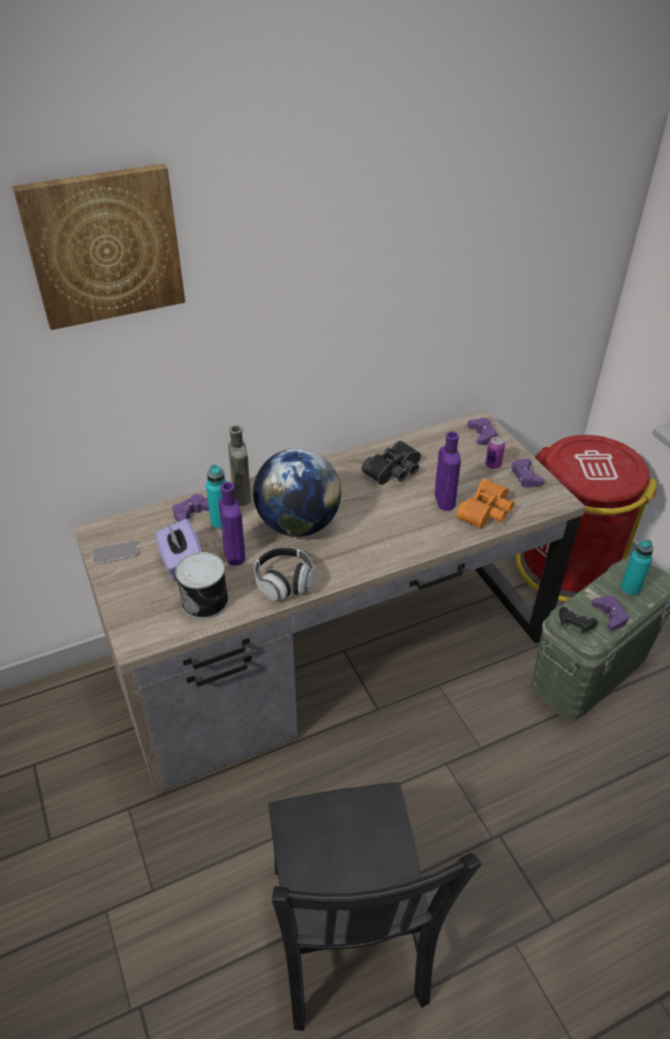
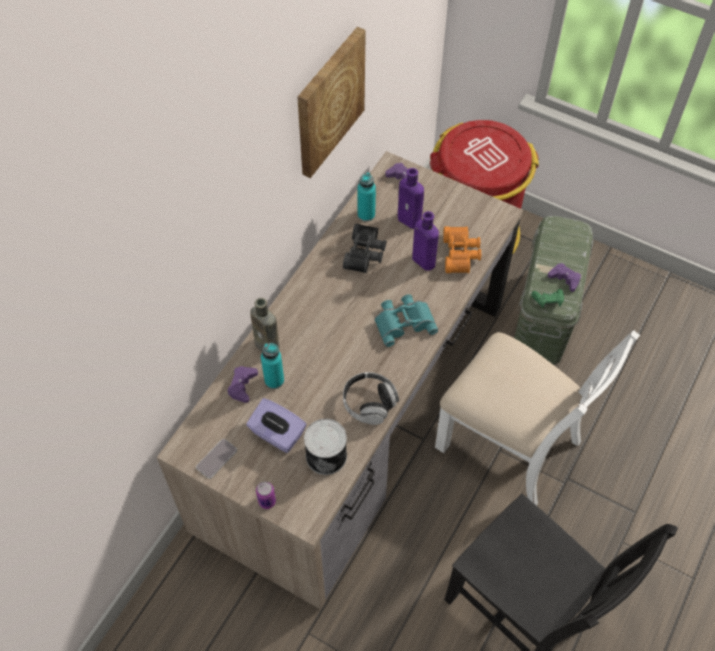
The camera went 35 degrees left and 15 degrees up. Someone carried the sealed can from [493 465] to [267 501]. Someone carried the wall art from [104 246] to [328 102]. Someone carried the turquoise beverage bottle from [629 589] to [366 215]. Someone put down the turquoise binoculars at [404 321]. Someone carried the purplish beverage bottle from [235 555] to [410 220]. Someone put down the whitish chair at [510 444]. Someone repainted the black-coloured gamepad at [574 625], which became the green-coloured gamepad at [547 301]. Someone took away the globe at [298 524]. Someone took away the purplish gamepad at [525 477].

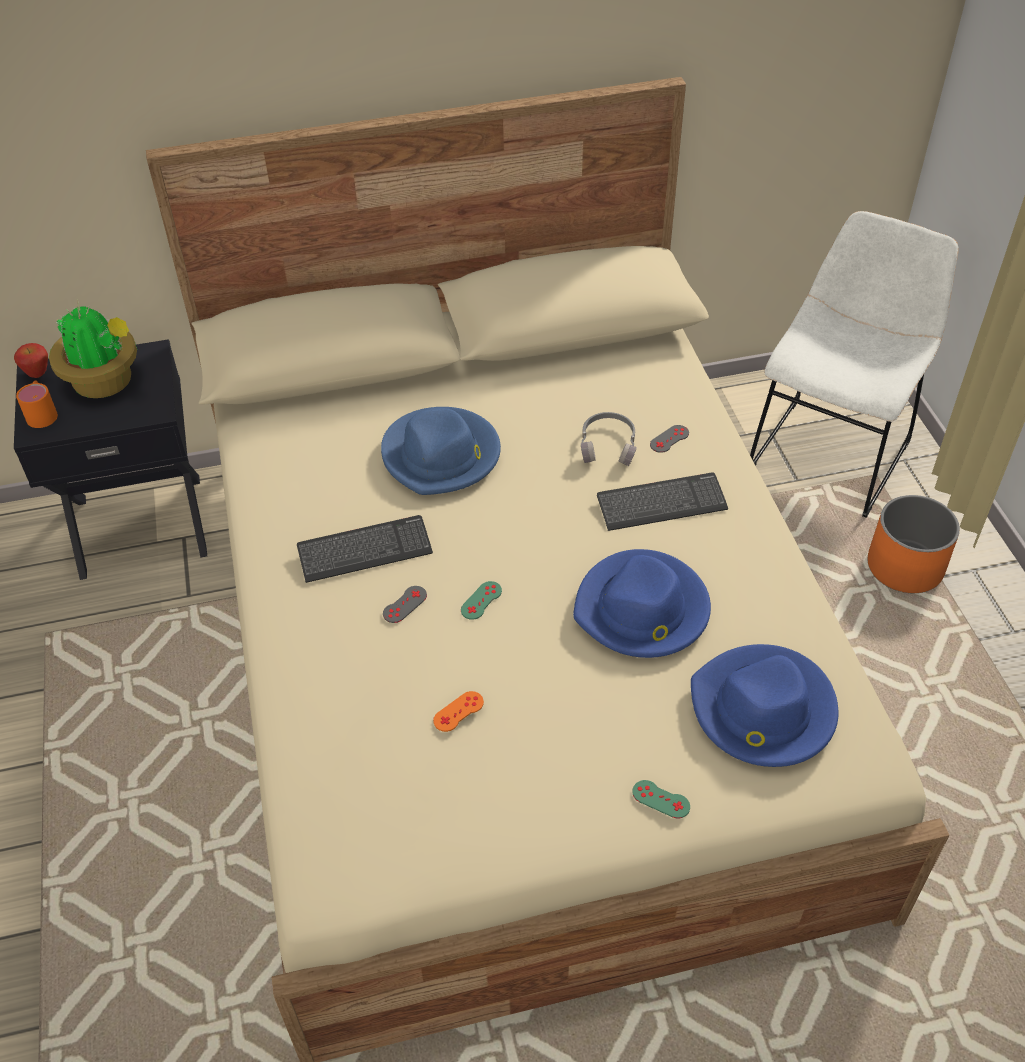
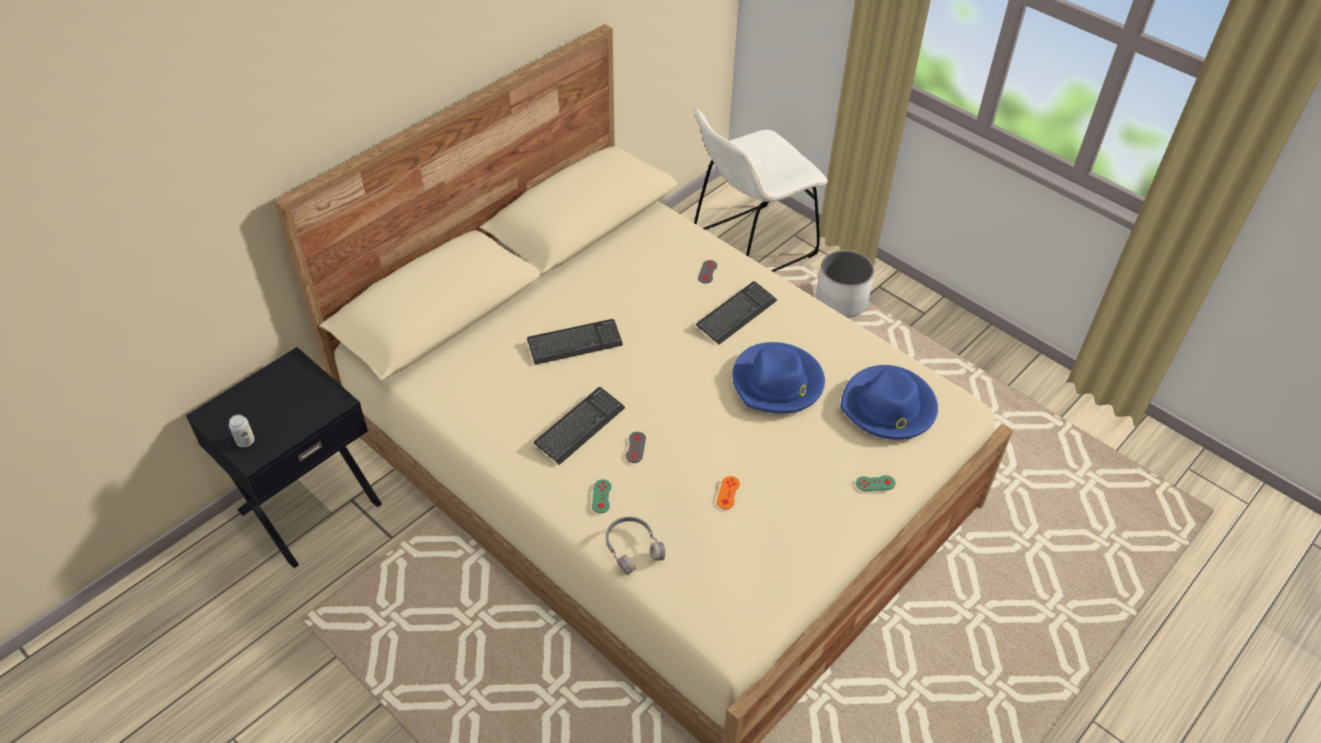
The camera went 35 degrees left and 0 degrees up. Someone swapped the orange-coloured mug at [42 412] for the sealed can at [245 441]. Someone swapped the bluish wearable hat at [442 455] for the PC keyboard at [574 343]. Someone carried the green-coloured gamepad from [481 600] to [601 496]. Someone carried the grey headphones from [608 445] to [633 547]. Someone rotated the whitish chair at [832 450] by 120 degrees counterclockwise. Someone repainted the orange-coloured planter at [905 567], which became the whitish planter at [841 301]. Someone took away the apple fruit at [38 374]. Someone took away the plant in a pot at [105 382].

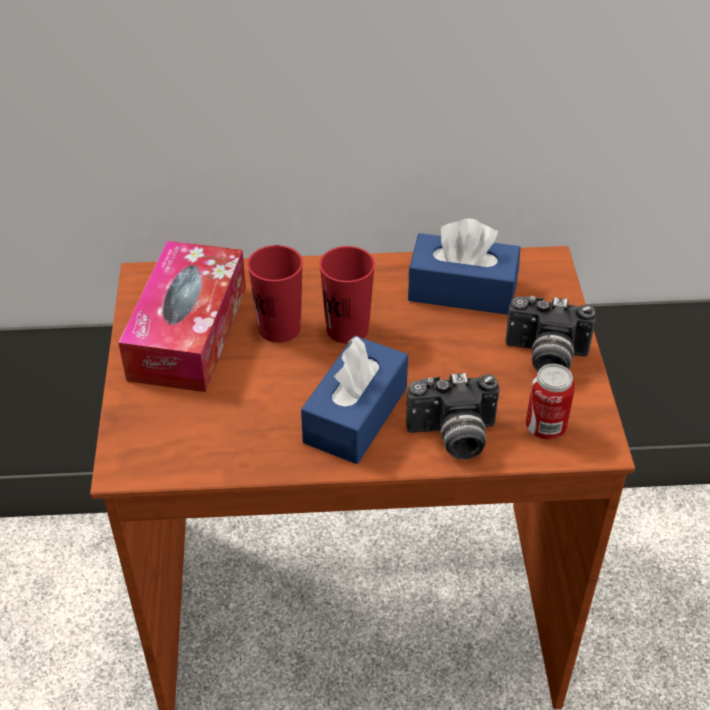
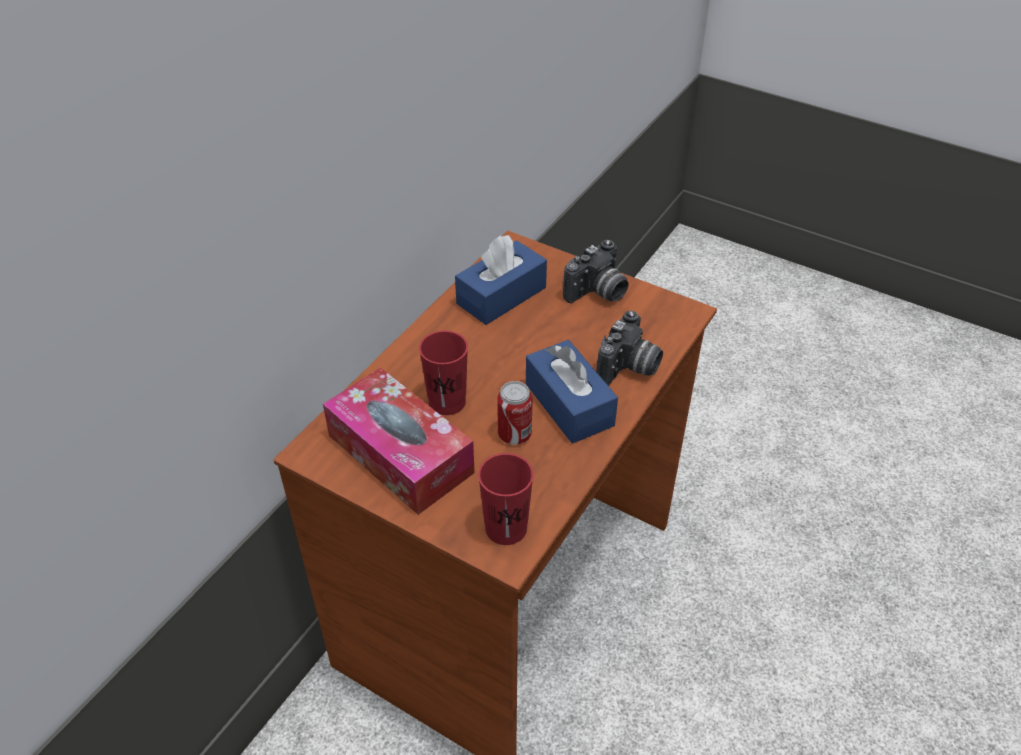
The camera went 55 degrees left and 0 degrees up. Someone carried the red-coloured drinking cup from [347 329] to [506 528]. Someone carried the sealed can from [545 428] to [514 435].

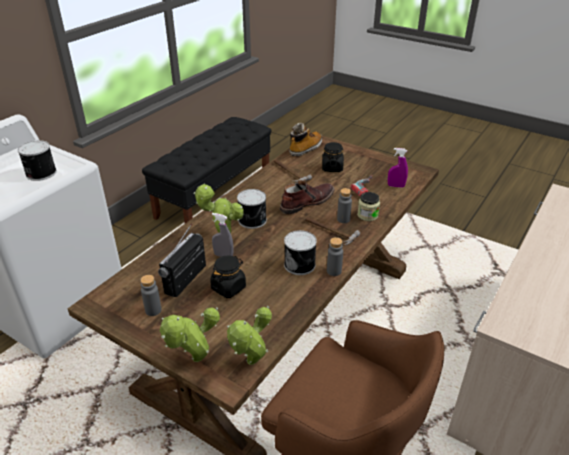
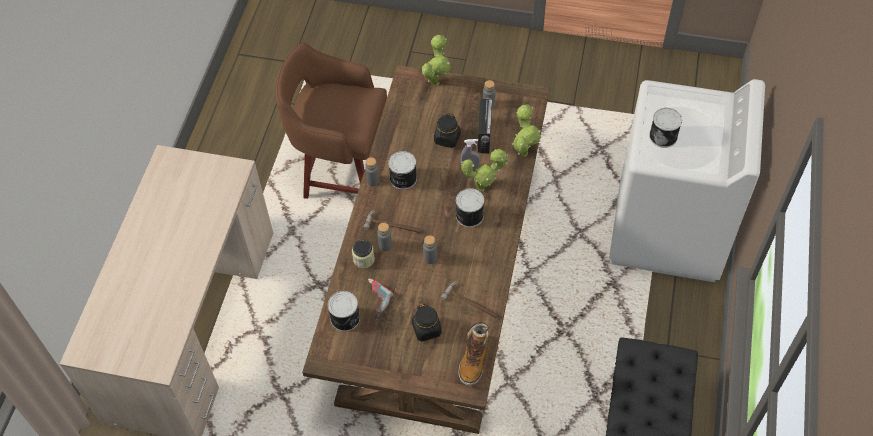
The camera went 160 degrees right and 20 degrees up. Someone swapped the purplish hand sprayer at [396 186] for the sealed can at [346 318]. Someone swapped the brown-coloured tall boot at [306 202] for the grey beverage bottle at [430 258]. Someone carried the plant in a pot from [250 364] to [523 151].

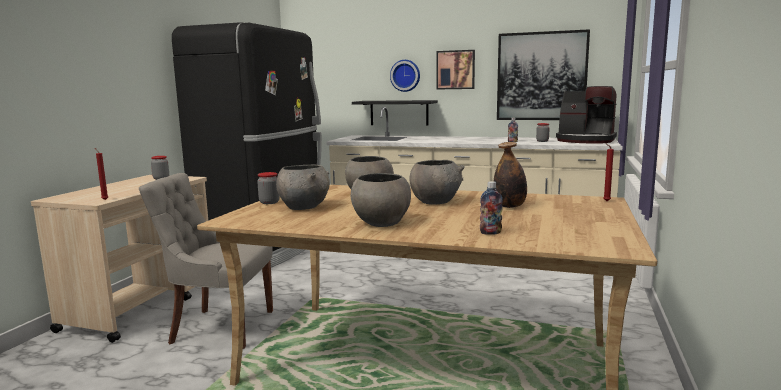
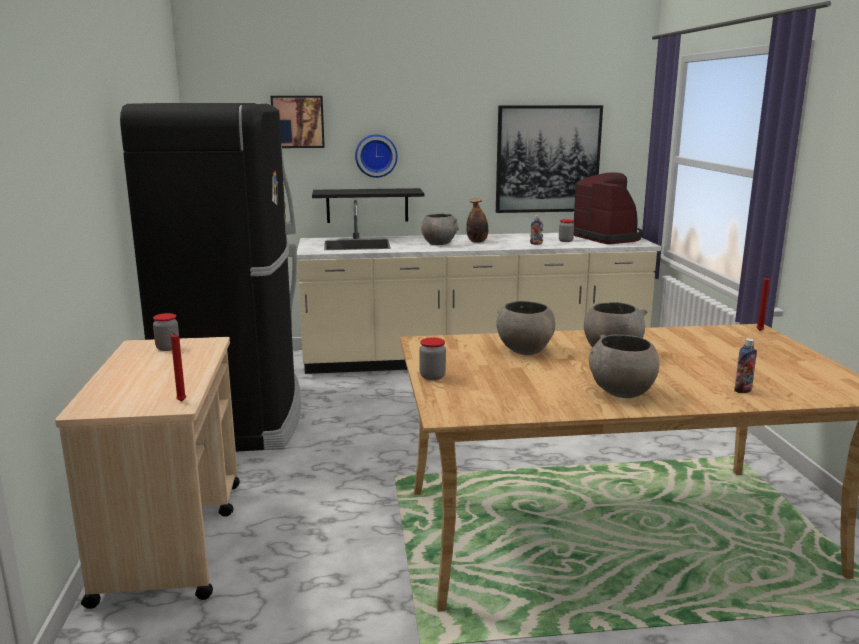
The camera went 25 degrees left and 5 degrees up. Someone carried the wall art from [455 70] to [298 121]. Someone carried the grey serving bowl from [304 207] to [439 243]. Someone carried the beverage bottle from [510 206] to [477 242]. Someone rotated the coffee maker at [585 140] by 120 degrees counterclockwise. Someone took away the grey chair at [220 327].

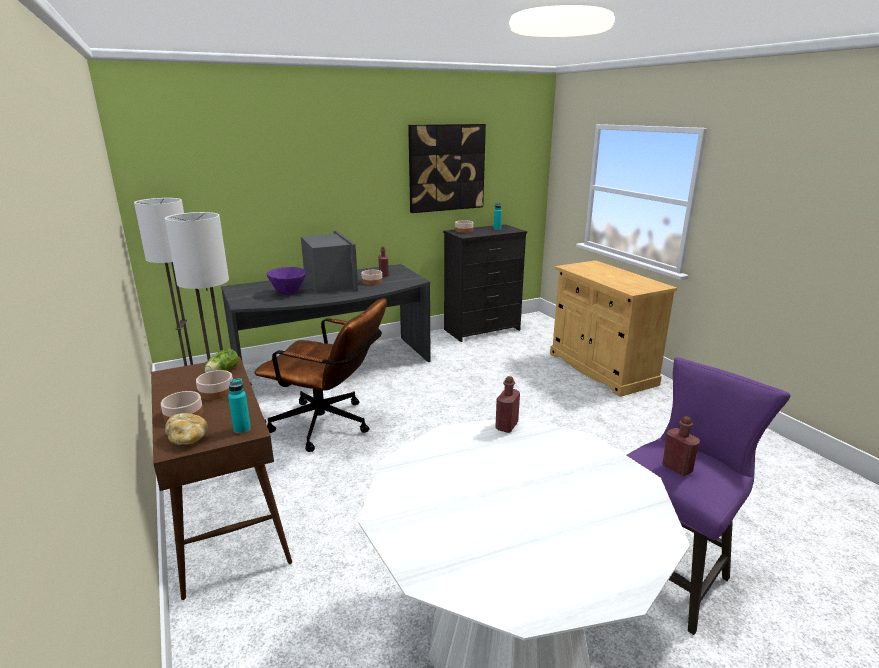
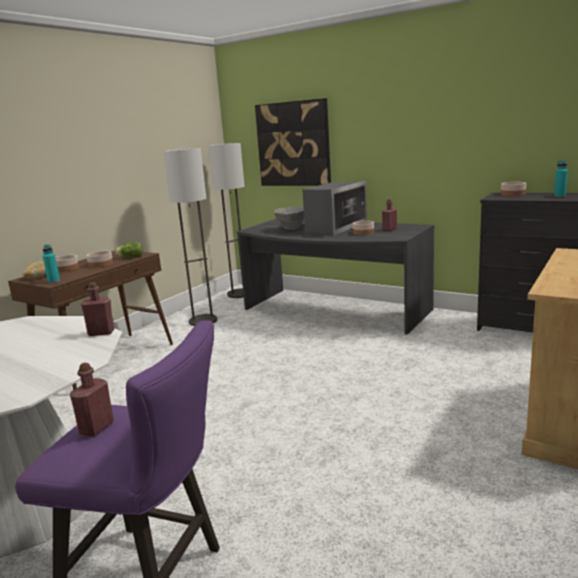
The camera went 60 degrees right and 5 degrees down. Someone carried the wall art from [446 168] to [293 144]. Someone repainted the purplish serving bowl at [288 293], which became the grey serving bowl at [291 228]. Someone took away the brown-coloured office chair at [329 426].

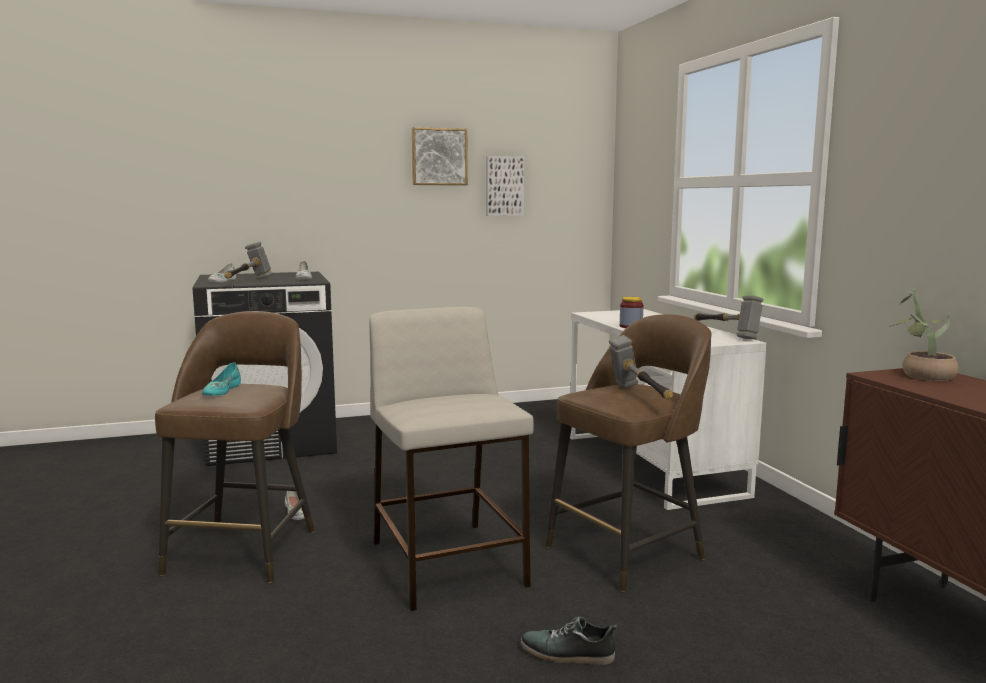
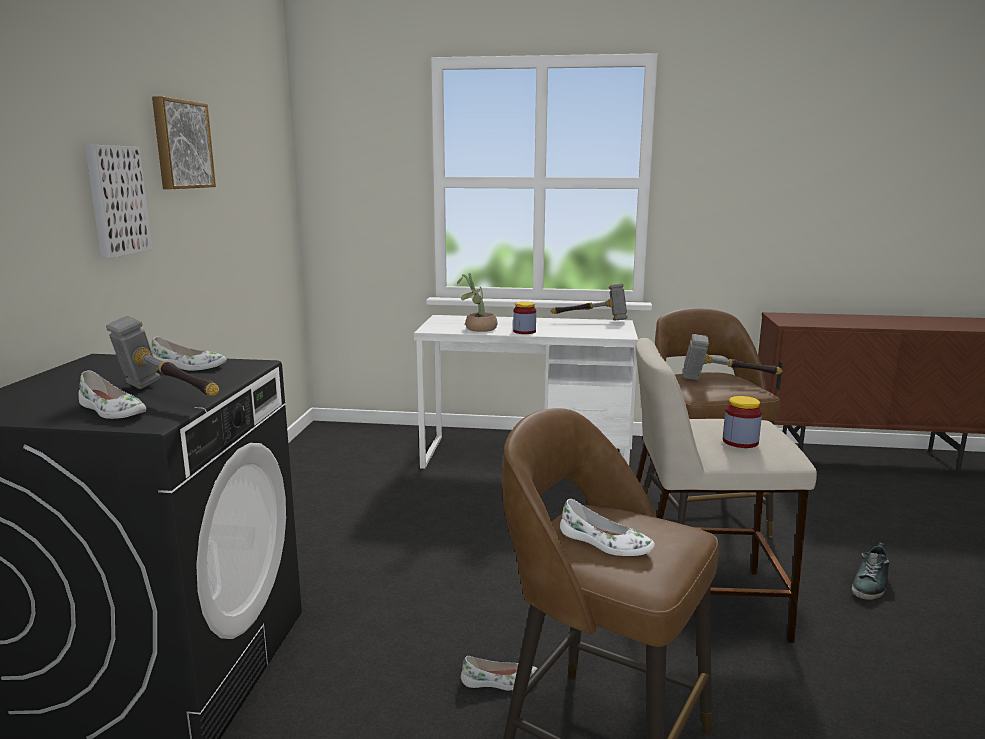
The camera went 65 degrees left and 5 degrees up. Someone carried the wall art from [504 186] to [115 200]. Someone carried the plant in a pot from [921 375] to [477 329]. Someone repainted the turquoise low shoe at [221 391], which became the whitish low shoe at [604 543]. Someone put down the storage jar at [740 442].

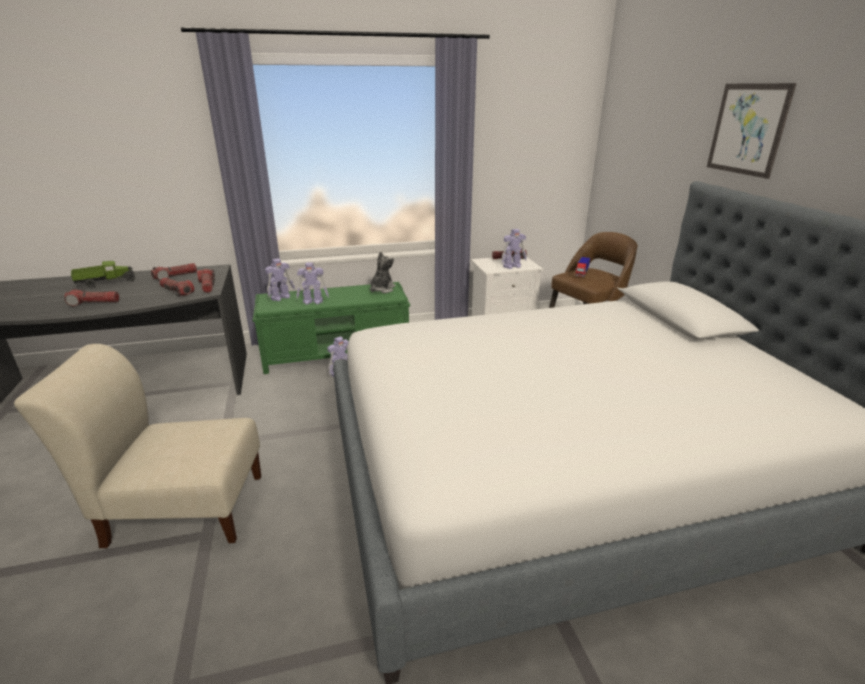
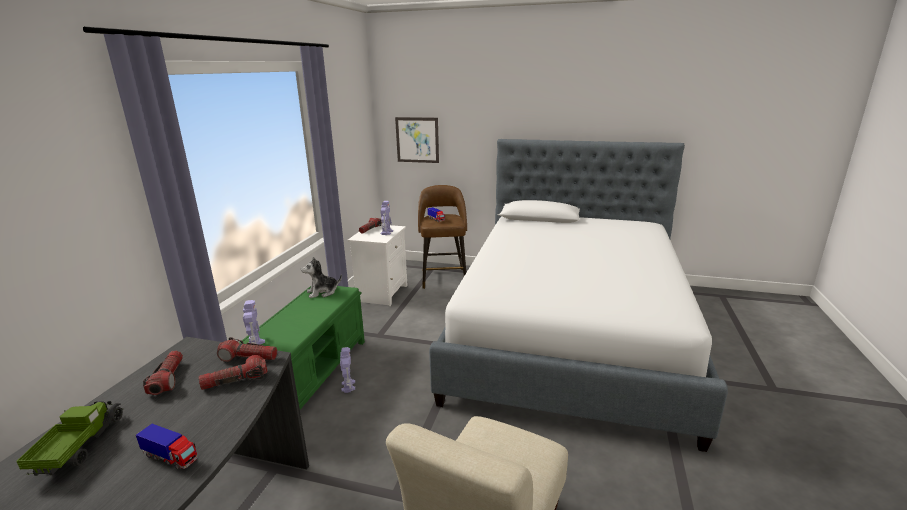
The camera went 60 degrees left and 5 degrees down. Someone swapped the flashlight at [94 303] for the model truck at [171 458]. Someone rotated the plush toy at [382 289] by 75 degrees counterclockwise. Someone carried the wall art from [747 129] to [417 140]. Someone took away the model robot at [313 302].

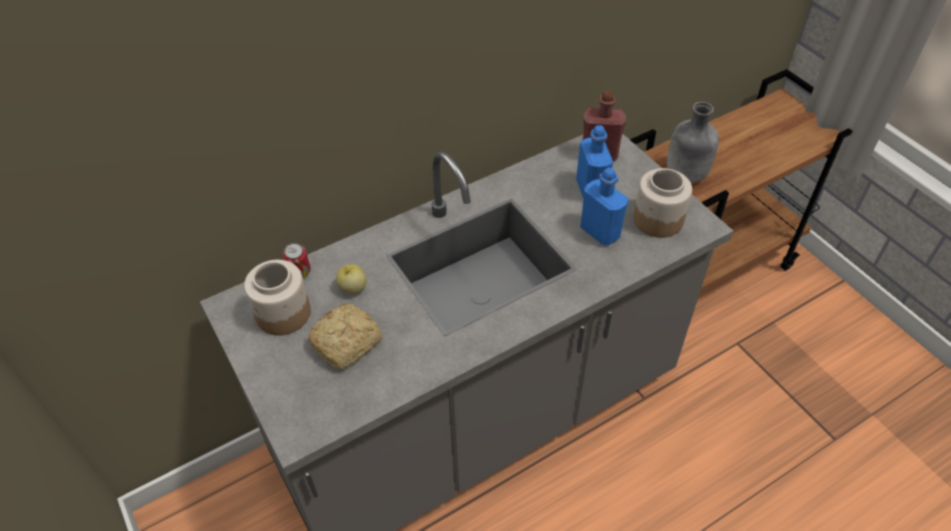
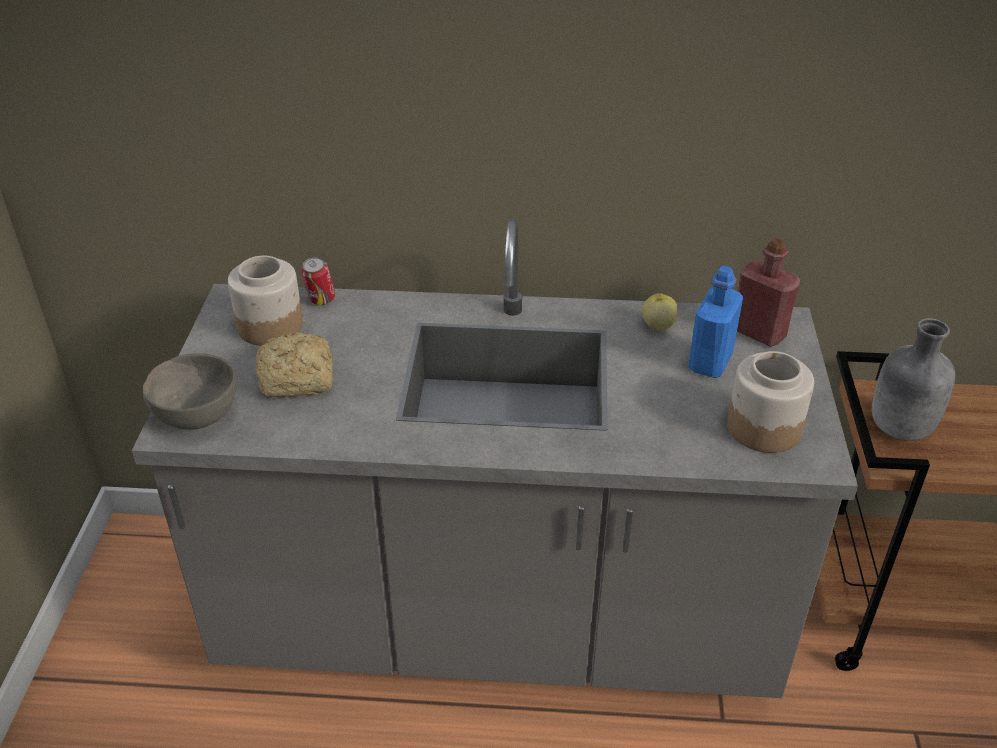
The camera went 35 degrees right and 10 degrees down. Someone put down the grey serving bowl at [197 415]. Someone carried the apple fruit from [352 288] to [658 326]. Someone took away the bluish beverage bottle at [600 232].

